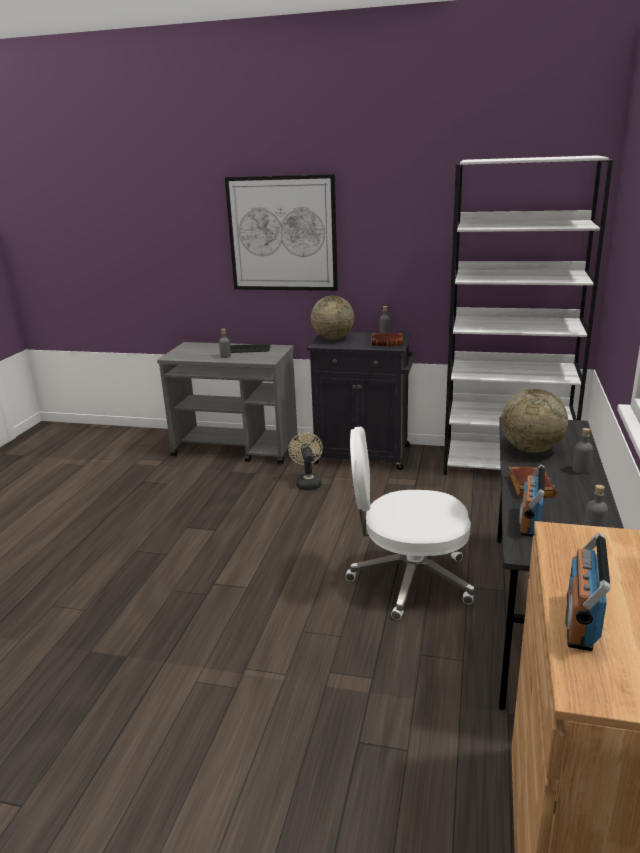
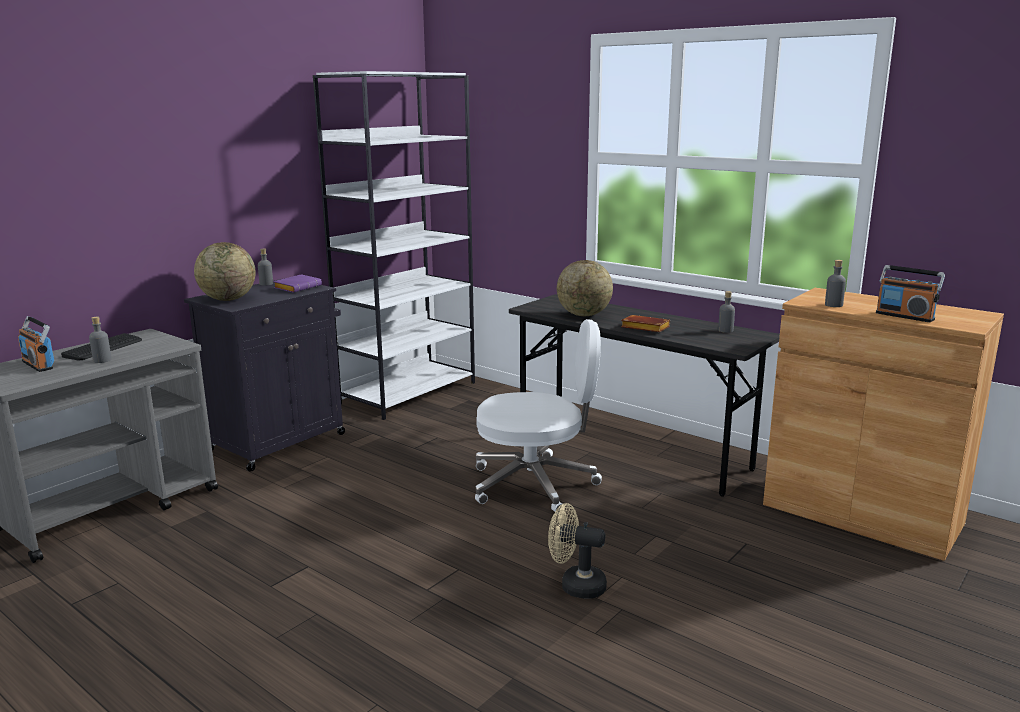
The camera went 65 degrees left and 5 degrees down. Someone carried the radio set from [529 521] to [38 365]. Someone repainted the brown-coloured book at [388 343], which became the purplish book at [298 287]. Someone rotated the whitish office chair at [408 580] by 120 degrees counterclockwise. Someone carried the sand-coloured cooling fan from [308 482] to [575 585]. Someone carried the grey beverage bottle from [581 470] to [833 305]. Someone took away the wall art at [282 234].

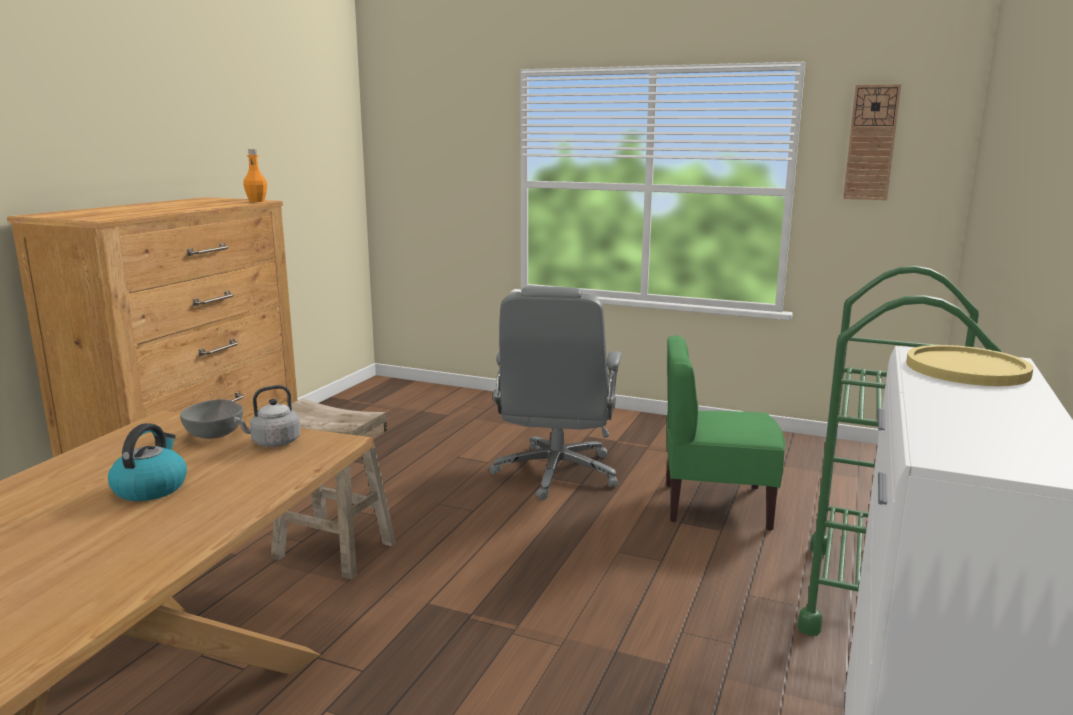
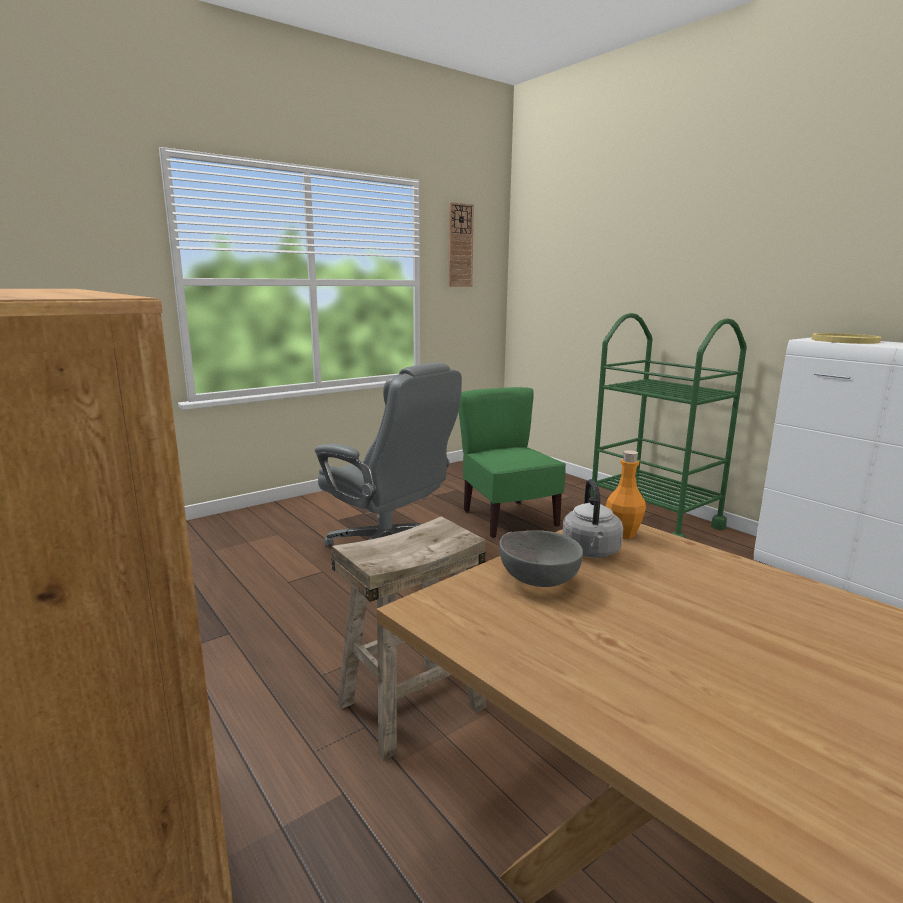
The camera went 60 degrees left and 0 degrees up. Someone rotated the green-coloured chair at [715 505] by 120 degrees clockwise. Someone carried the orange-coloured beverage bottle from [256 201] to [623 533]. Someone took away the water kettle at [151 488].

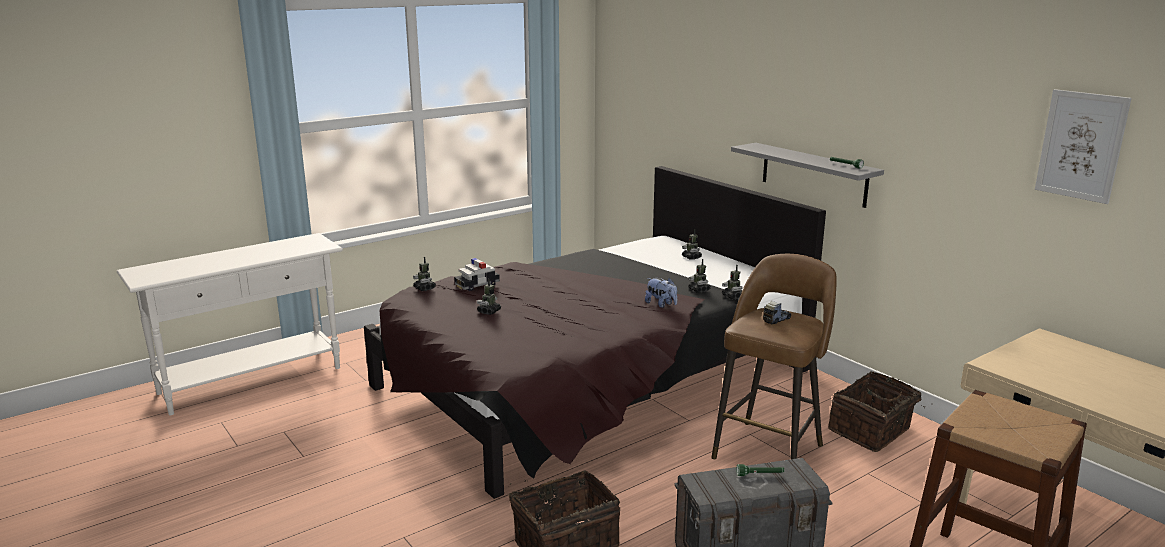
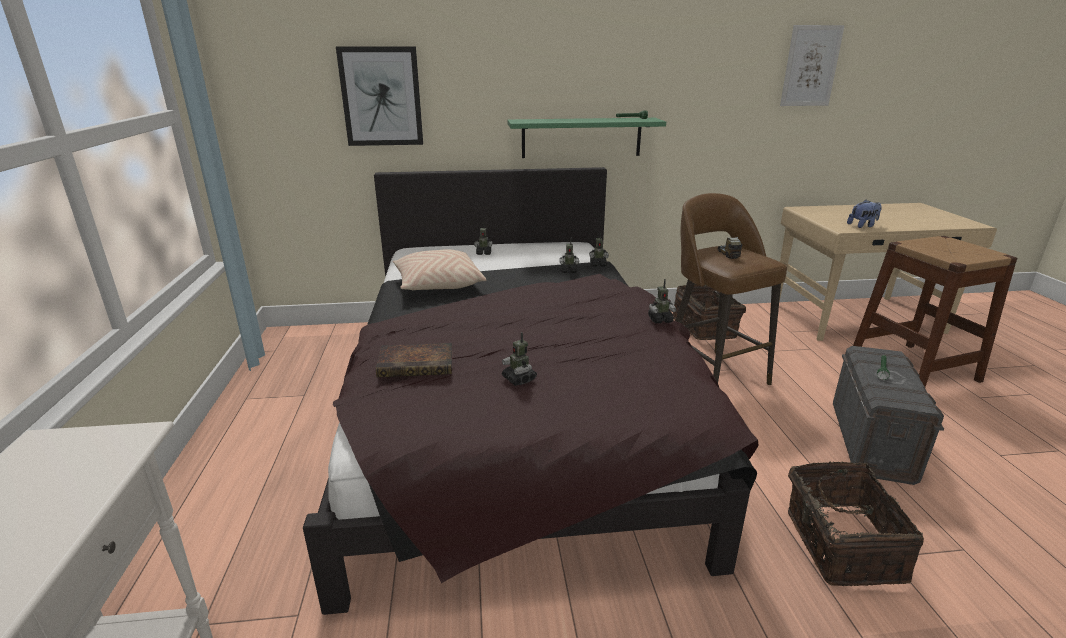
The camera went 60 degrees left and 5 degrees up. Someone put up the wall art at [381 97]. Someone swapped the miniature car at [477 285] for the book at [418 364]. Someone put down the sand-coloured throw pillow at [438 285]. Someone repainted the grey bracket shelf at [813 174], which became the green-coloured bracket shelf at [581 137]. Someone carried the model robot from [424 288] to [660 320]. Someone carried the plush toy from [661 304] to [862 226].

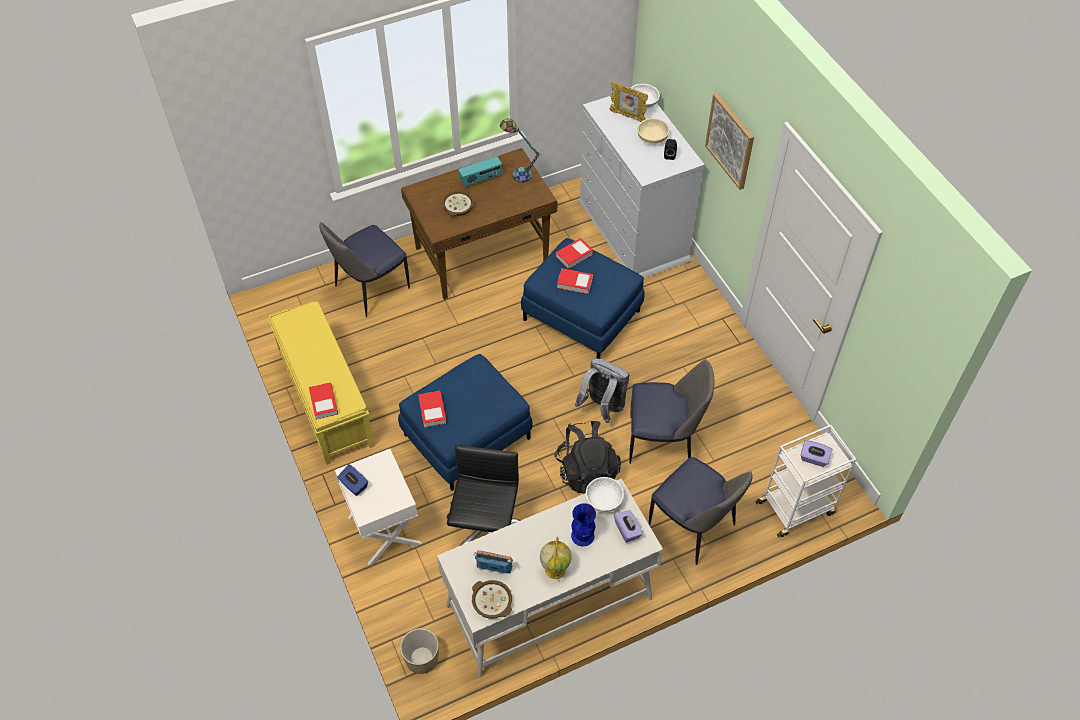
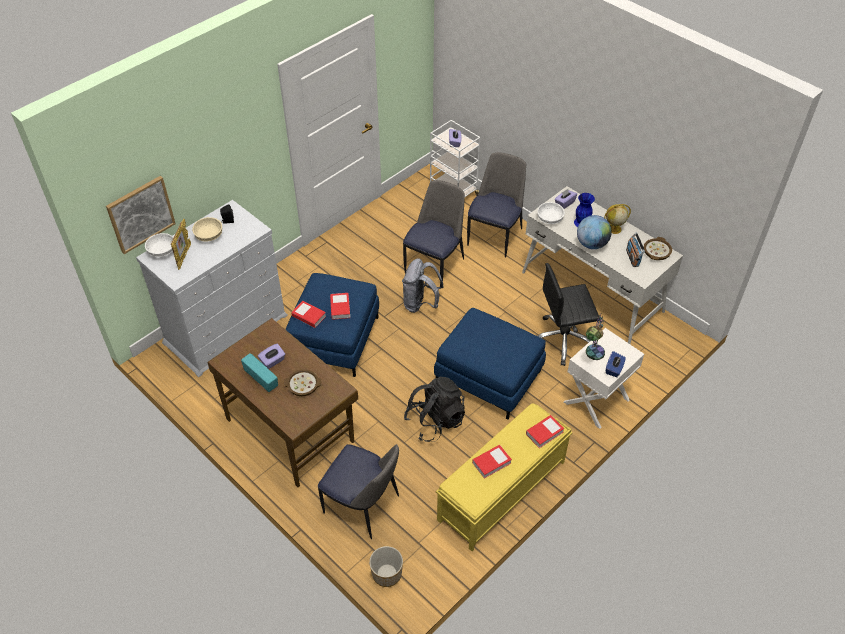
The camera went 110 degrees left and 5 degrees down. Someone carried the wall art from [730 141] to [140 214]. Someone put down the purplish box of tissues at [273 361]. Someone carried the planter from [421 658] to [386 574]. Someone rotated the chair at [663 442] by 45 degrees clockwise. Someone carried the black-coloured backpack from [586 471] to [435 421]. Someone carried the book from [432 411] to [491 463]. Someone put down the globe at [591 244]. Someone carried the lamp for a table from [518 172] to [592 356].

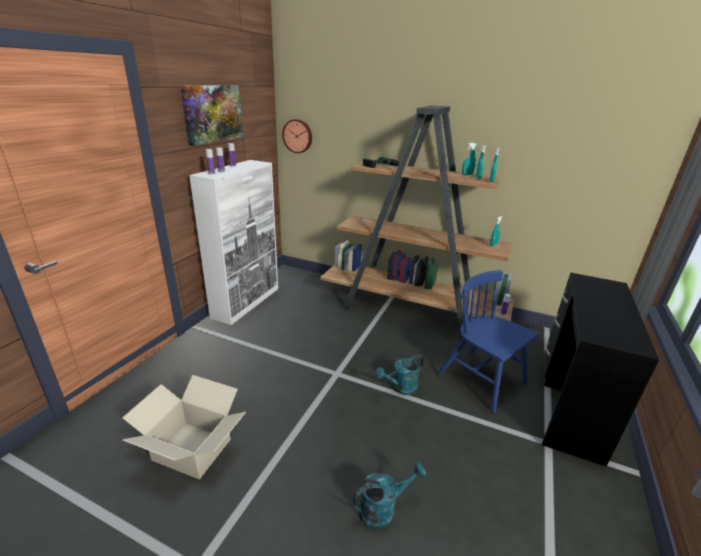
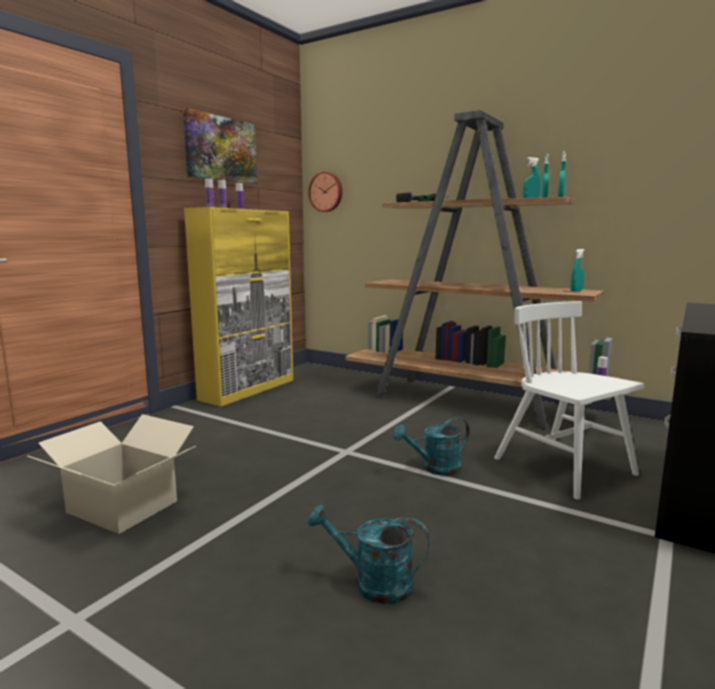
The camera went 10 degrees right and 15 degrees down. Someone repainted the whitish storage cabinet at [247 302], which became the yellow storage cabinet at [248 389]. Someone rotated the turquoise watering pot at [383 508] by 150 degrees counterclockwise. Someone repainted the bluish chair at [482 380], which became the whitish chair at [564 467].

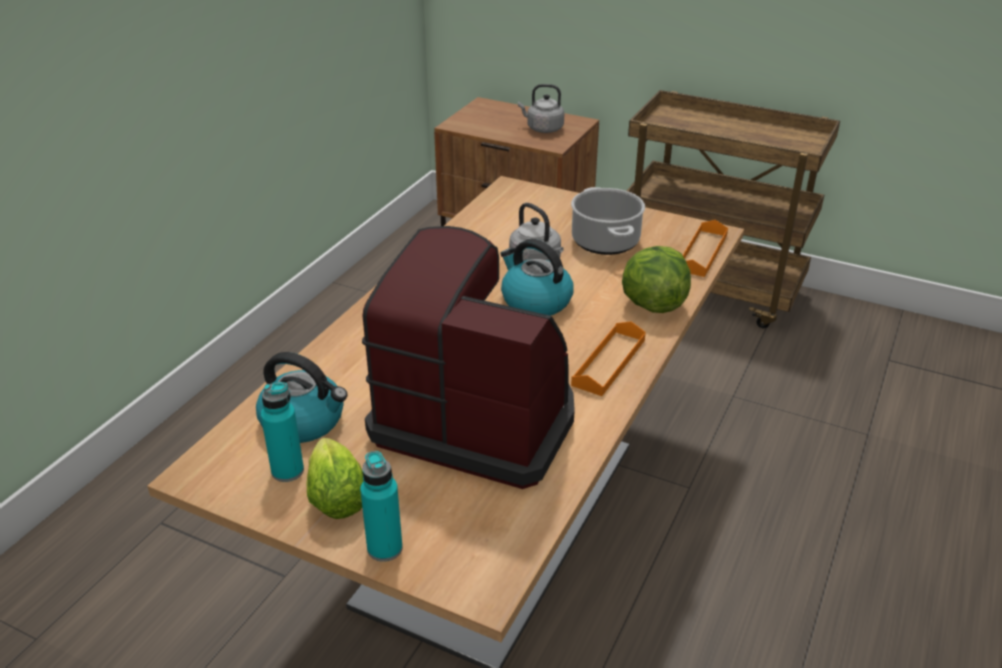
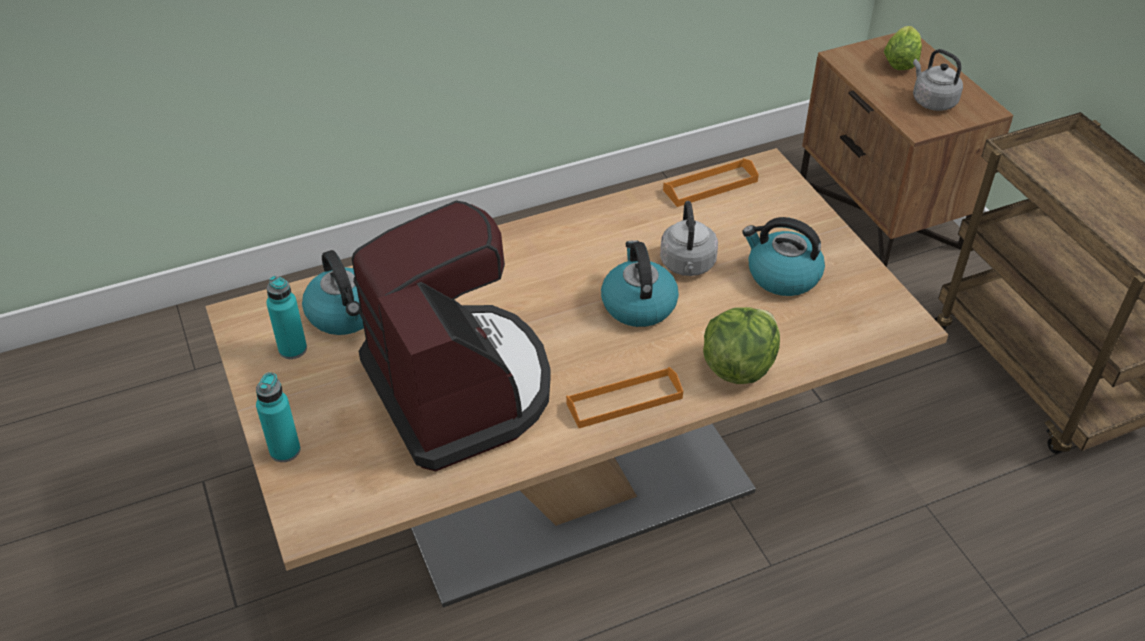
The camera went 40 degrees right and 10 degrees up. Someone carried the orange-coloured serving tray from [702 252] to [710 186]. Someone swapped the saucepot at [606 242] for the water kettle at [782 275]. Someone carried the lettuce from [335 495] to [901 60].

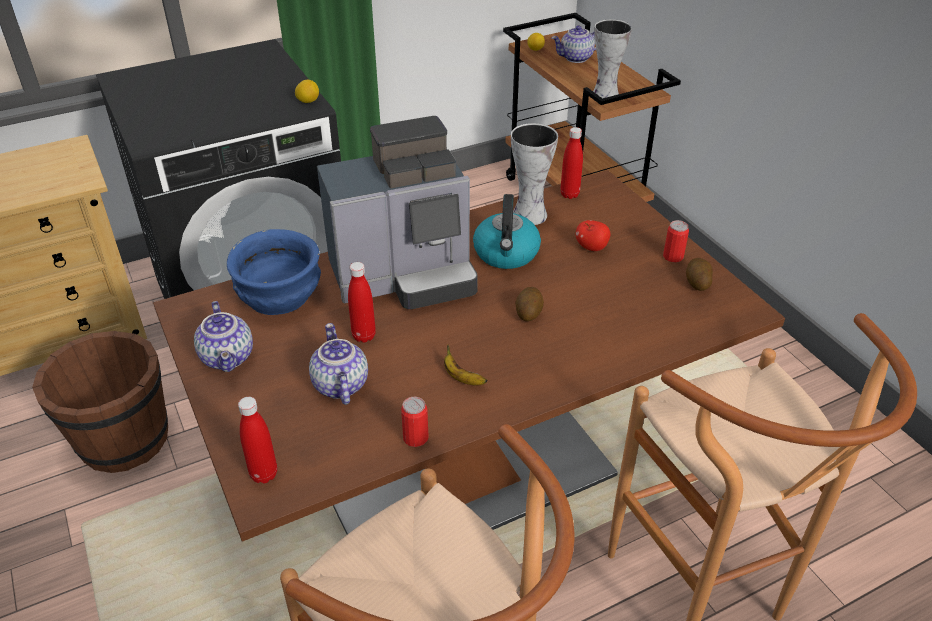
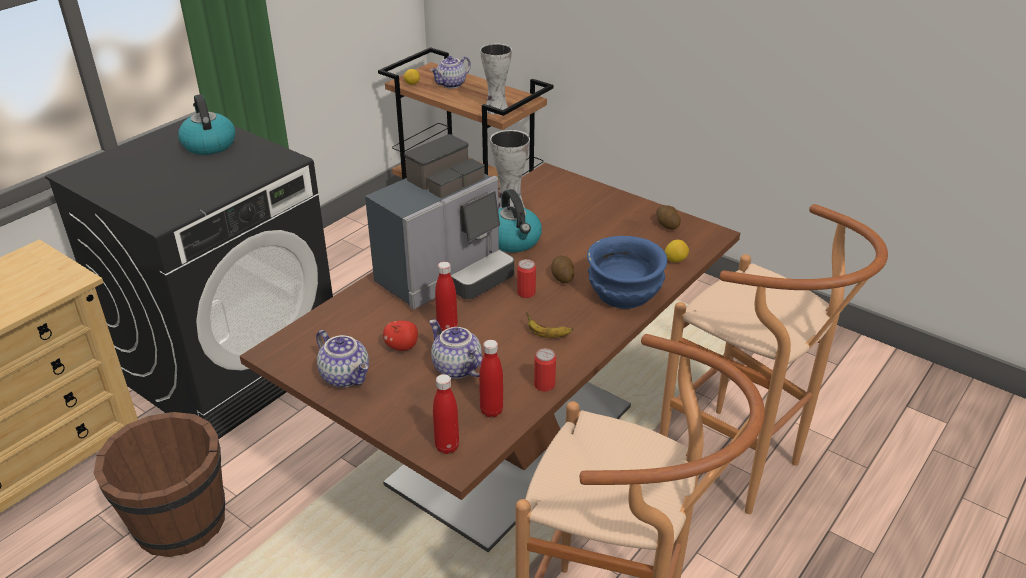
The camera went 25 degrees left and 5 degrees down. Someone put down the water kettle at [208 144]. Someone carried the apple fruit from [591 247] to [402 347]. Someone carried the red-coloured beverage bottle from [569 194] to [491 411]. Someone carried the sealed can from [673 257] to [526 293]. Someone carried the bluish serving bowl from [280 296] to [625 293]. Someone carried the lemon from [308 101] to [675 260].

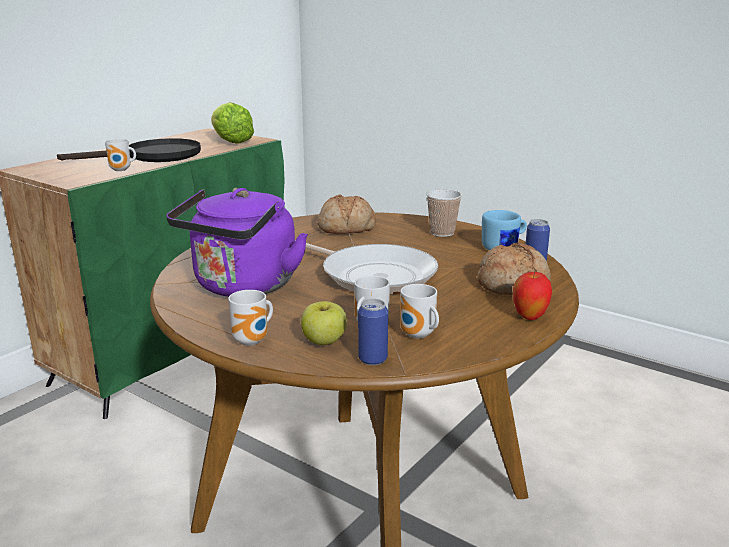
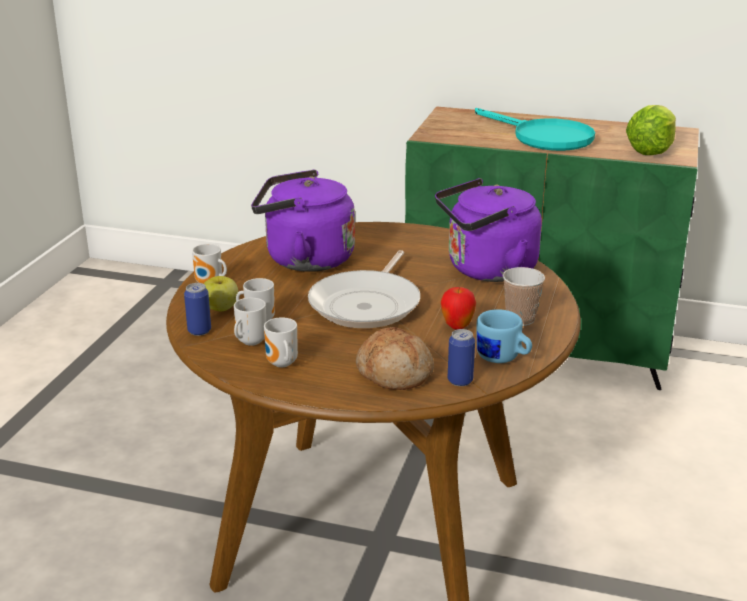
The camera went 70 degrees right and 5 degrees up. Someone carried the mug from [121 170] to [281 364]. Someone swapped the bread at [346 228] for the purplish water kettle at [486 270]. Someone carried the apple fruit from [529 317] to [457 326]. Someone repainted the black-coloured frying pan at [152 156], which became the turquoise frying pan at [543 137].

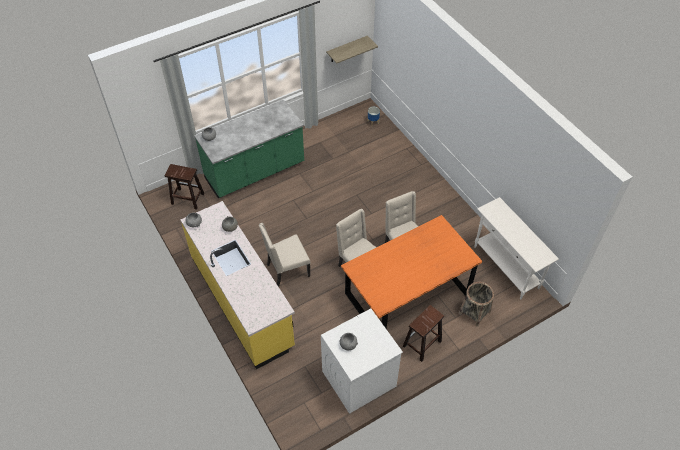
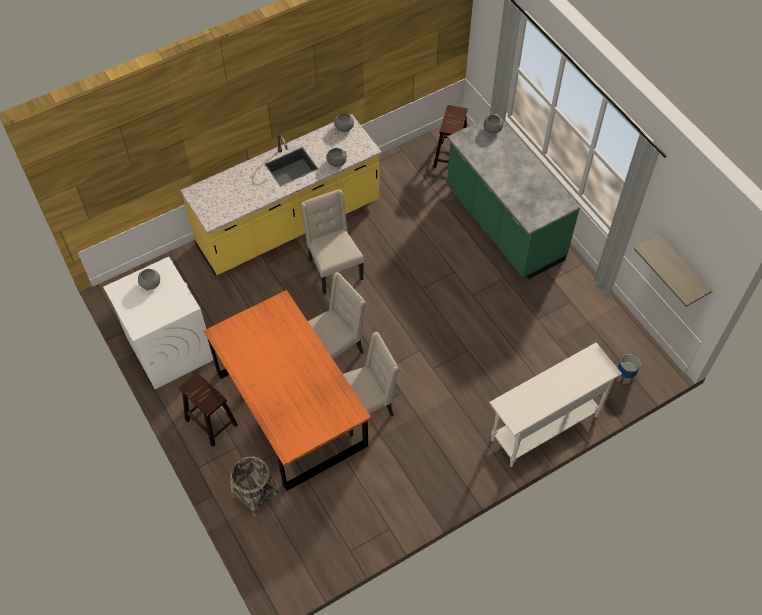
The camera went 90 degrees right and 5 degrees up. Someone carried the whitish hall table from [506 267] to [544 428].

